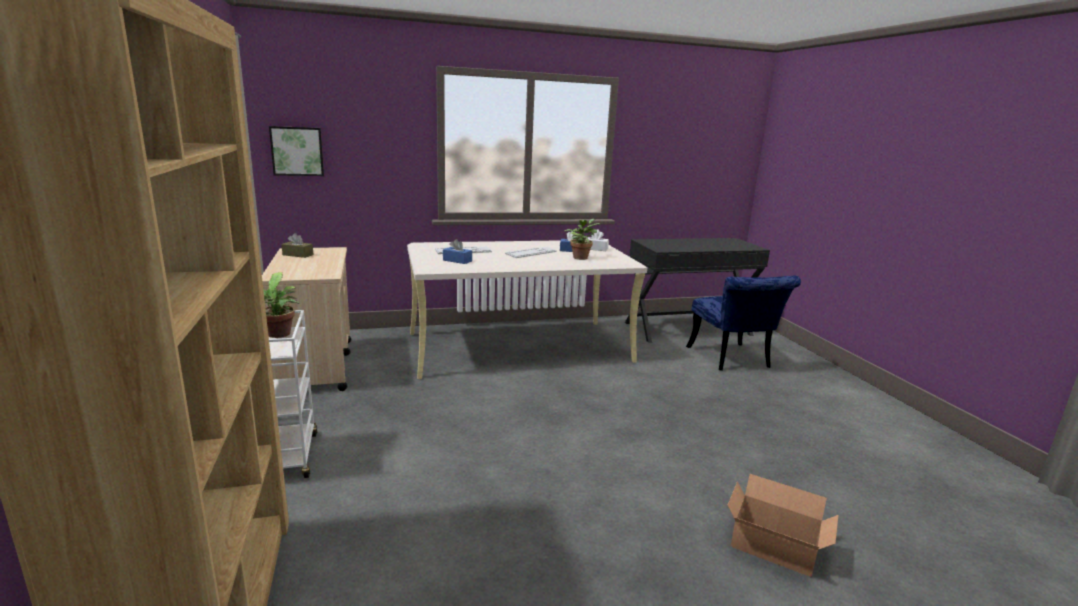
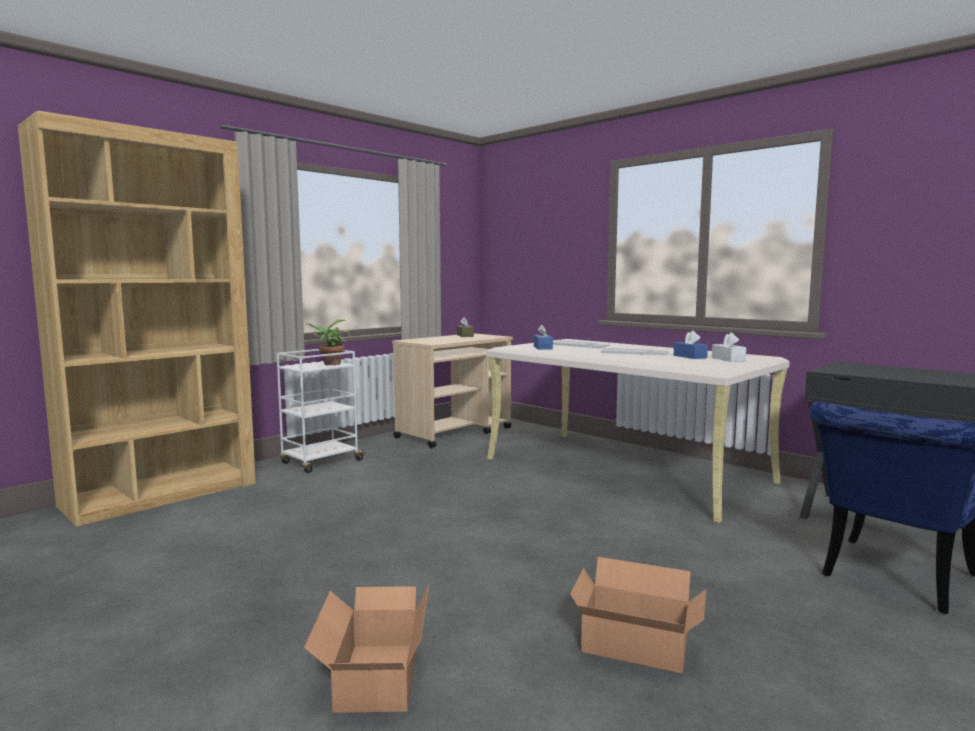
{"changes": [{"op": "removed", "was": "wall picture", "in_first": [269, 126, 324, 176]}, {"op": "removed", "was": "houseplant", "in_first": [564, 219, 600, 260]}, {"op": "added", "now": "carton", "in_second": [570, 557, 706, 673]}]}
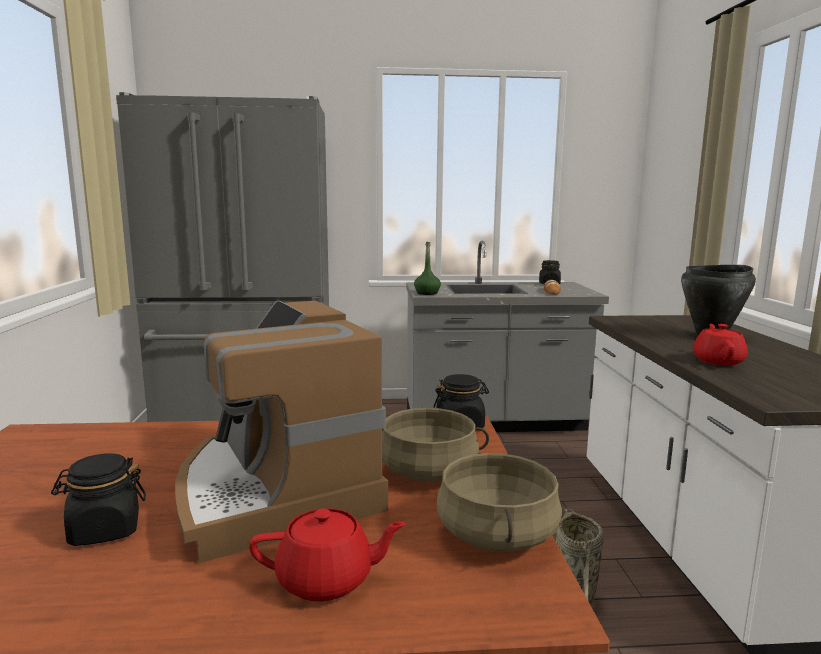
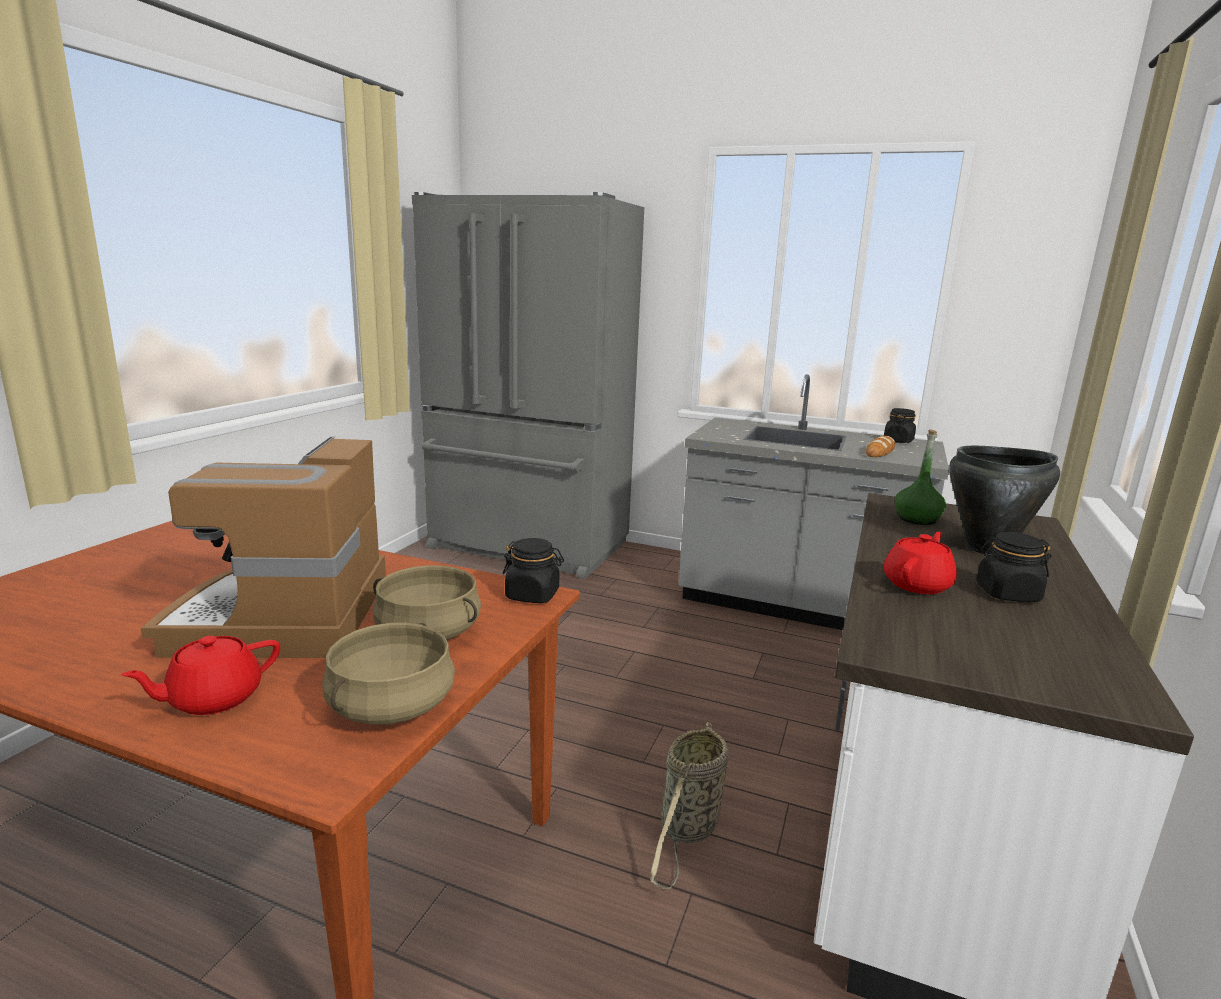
{"changes": [{"op": "moved", "was": "preserve jar/black-coloured", "in_first": [51, 453, 146, 546], "in_second": [976, 532, 1052, 602]}, {"op": "turned", "was": "tea pot/red", "in_first": [249, 508, 406, 601], "in_second": [121, 636, 280, 715], "clockwise": 120}, {"op": "moved", "was": "drink bottle/greenish", "in_first": [414, 242, 441, 295], "in_second": [895, 429, 946, 525]}]}
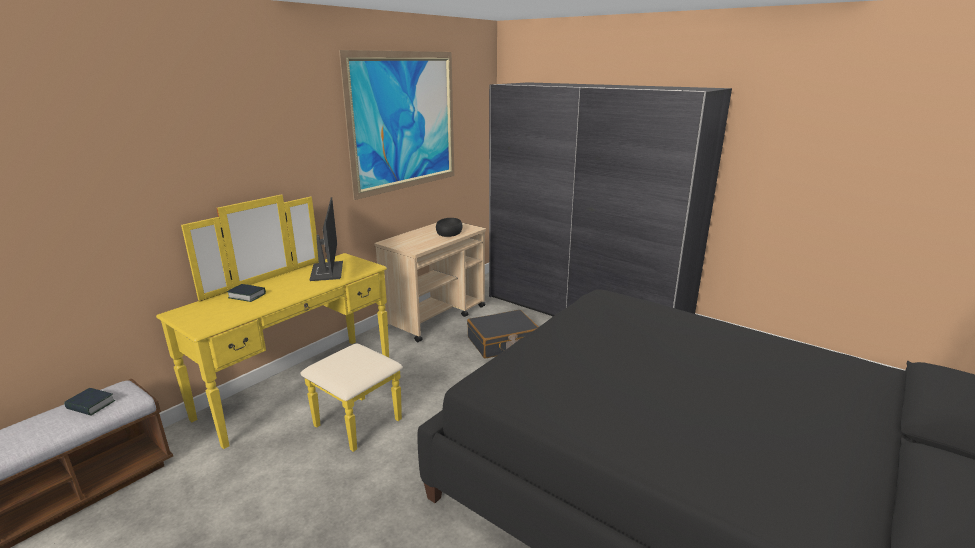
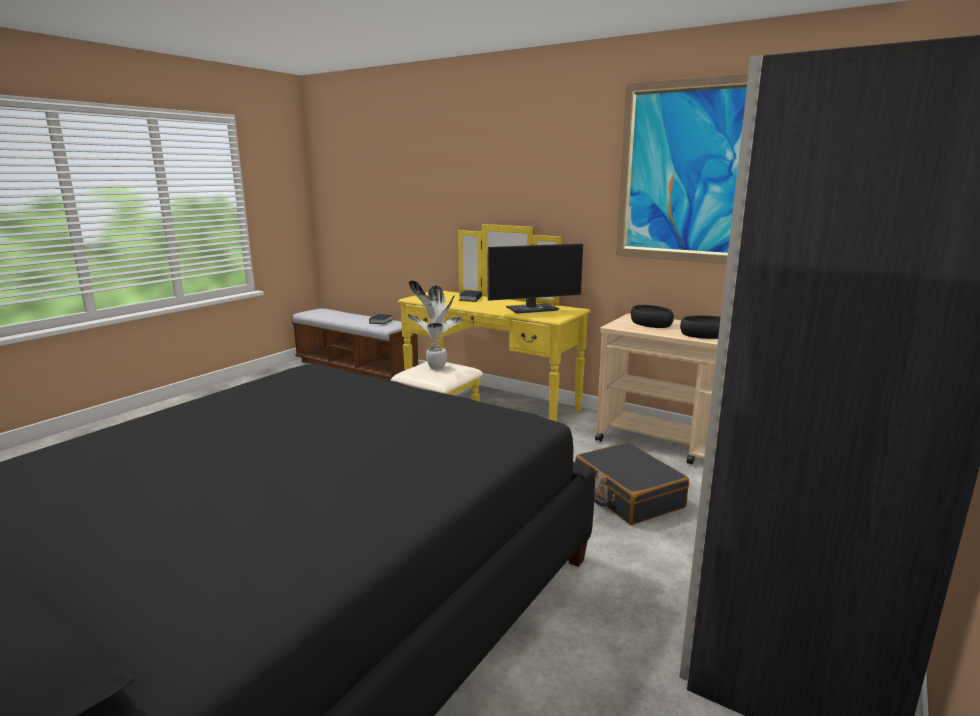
{"changes": [{"op": "added", "now": "houseplant", "in_second": [407, 280, 463, 370]}, {"op": "added", "now": "bowl/black-coloured", "in_second": [631, 305, 674, 328]}]}
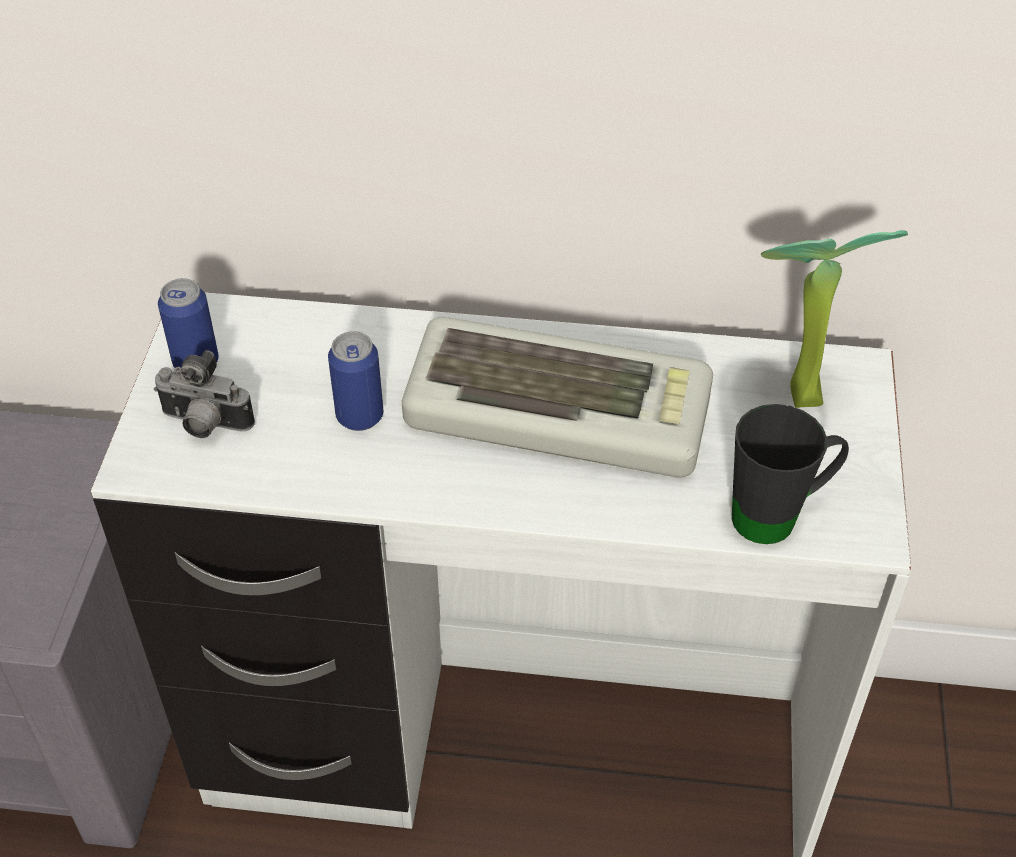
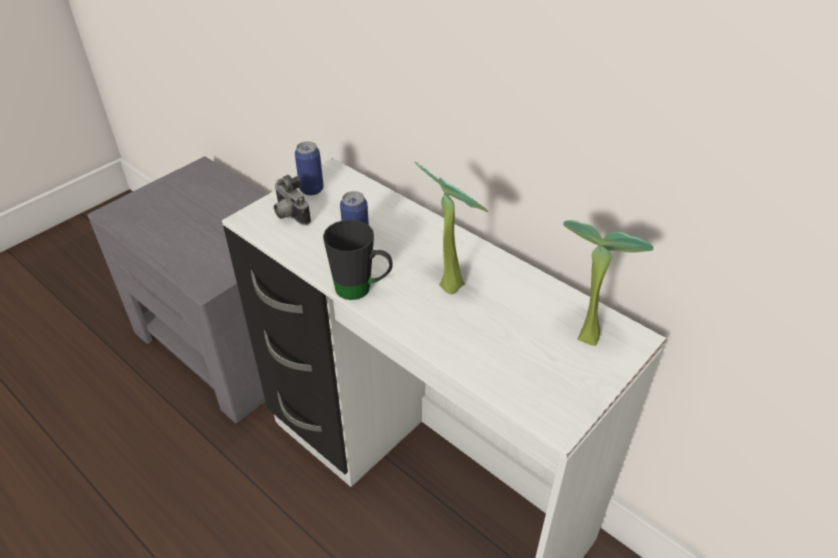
{"changes": [{"op": "replaced", "was": "PC keyboard", "now": "houseplant", "in_first": [402, 317, 713, 478], "in_second": [414, 161, 488, 294]}, {"op": "moved", "was": "coffee mug/black-coloured", "in_first": [732, 404, 849, 544], "in_second": [323, 220, 393, 300]}]}
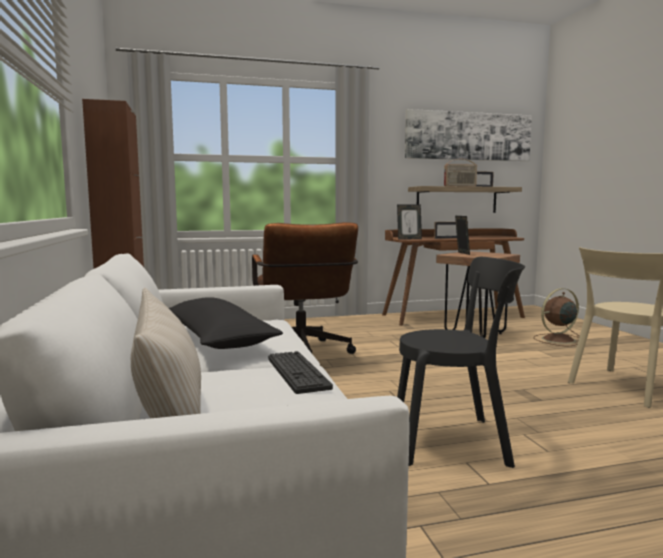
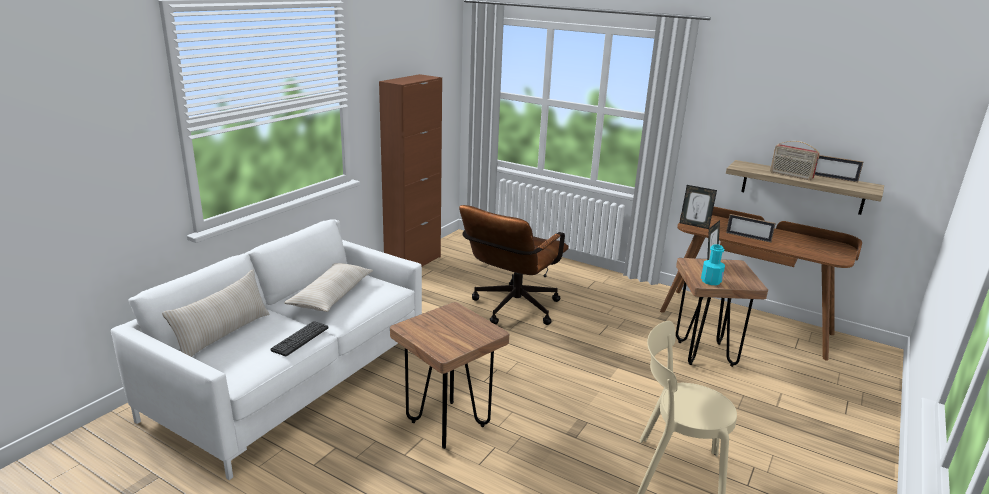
{"changes": [{"op": "recoloured", "was": "throw pillow/black-coloured", "now": "throw pillow/beige", "in_first": [169, 297, 283, 349], "in_second": [284, 263, 373, 312]}, {"op": "replaced", "was": "upright chair/black-coloured", "now": "stool seat/brown-coloured", "in_first": [397, 257, 525, 468], "in_second": [390, 302, 509, 449]}, {"op": "removed", "was": "wall picture", "in_first": [405, 109, 532, 161]}, {"op": "removed", "was": "electric fan/brown-coloured", "in_first": [533, 288, 580, 346]}, {"op": "added", "now": "drink bottle/turquoise-coloured", "in_second": [701, 244, 725, 285]}]}
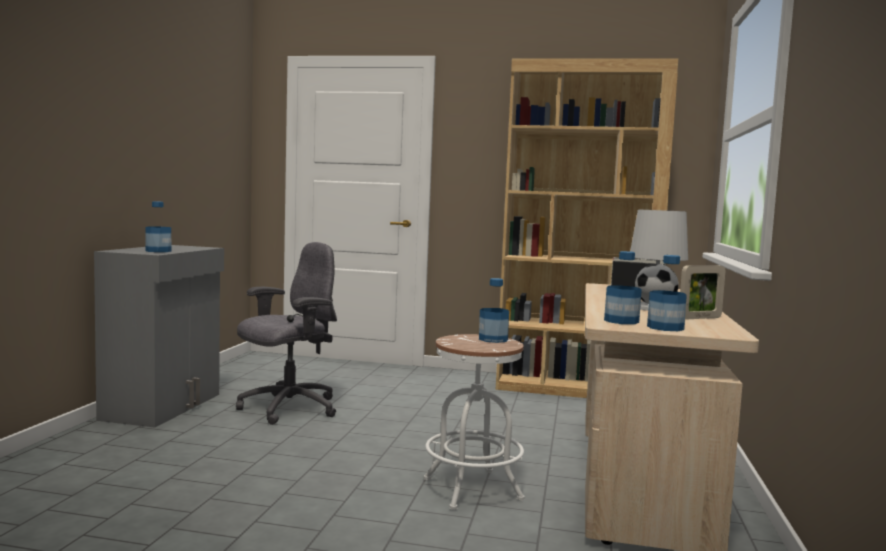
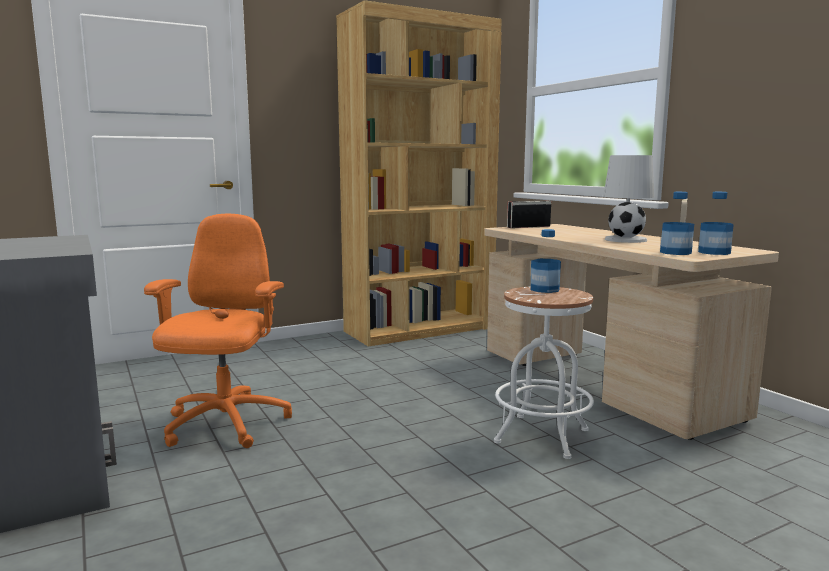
{"changes": [{"op": "removed", "was": "drink bottle", "in_first": [145, 201, 172, 252]}, {"op": "recoloured", "was": "office chair/greyish", "now": "office chair/orange-coloured", "in_first": [236, 242, 337, 425], "in_second": [144, 214, 292, 448]}]}
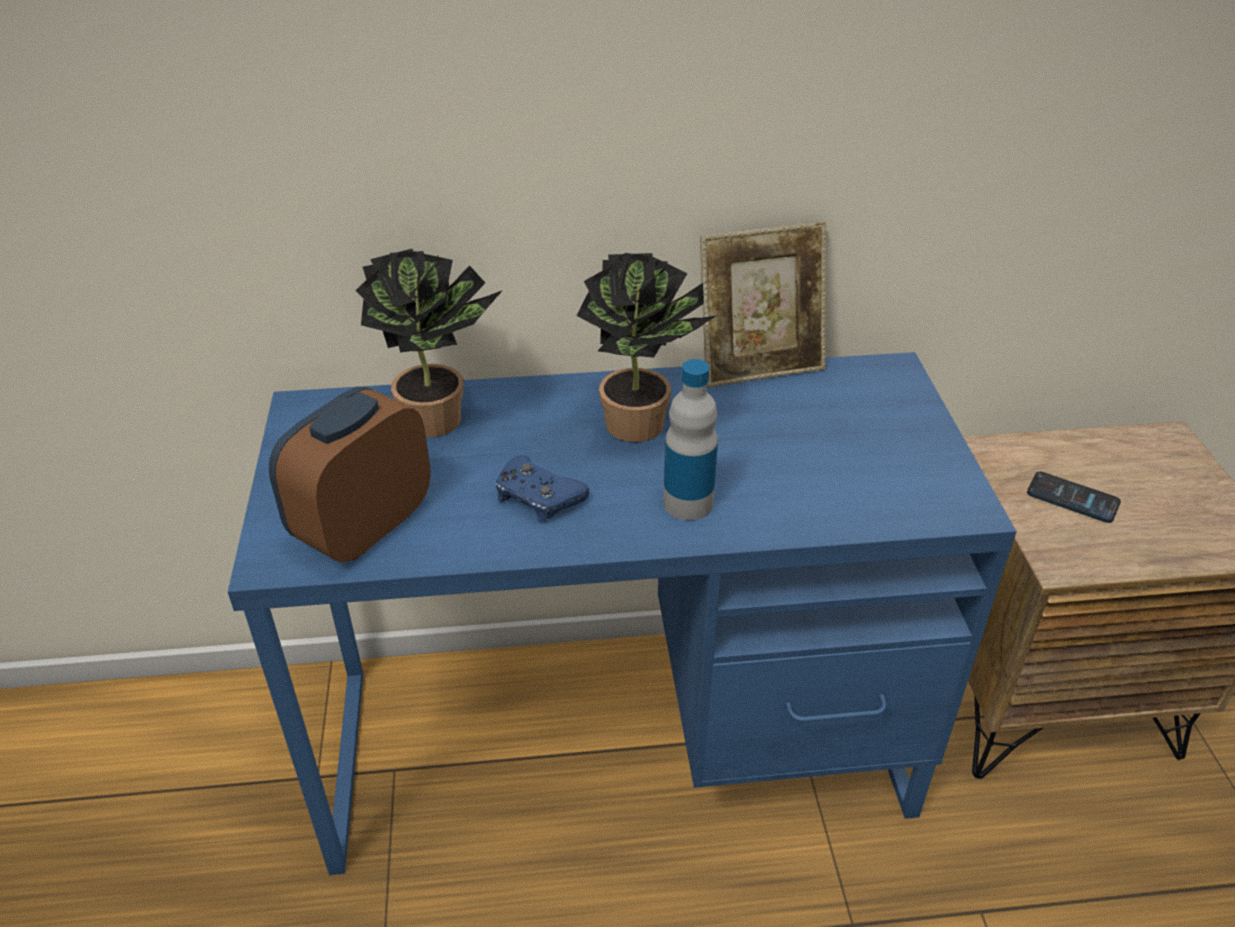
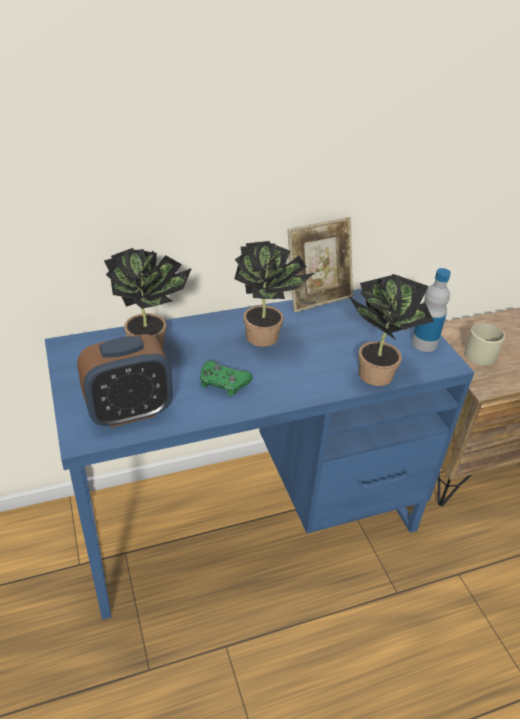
{"changes": [{"op": "turned", "was": "table clock", "in_first": [269, 387, 431, 562], "in_second": [77, 334, 173, 428], "clockwise": -135}, {"op": "recoloured", "was": "game controller/blue", "now": "game controller/greenish", "in_first": [496, 455, 589, 522], "in_second": [200, 361, 253, 397]}, {"op": "moved", "was": "drink bottle", "in_first": [663, 359, 718, 520], "in_second": [412, 268, 451, 352]}, {"op": "replaced", "was": "phone", "now": "coffee mug/beige", "in_first": [1027, 472, 1121, 523], "in_second": [464, 323, 505, 366]}, {"op": "added", "now": "houseplant", "in_second": [349, 274, 434, 386]}]}
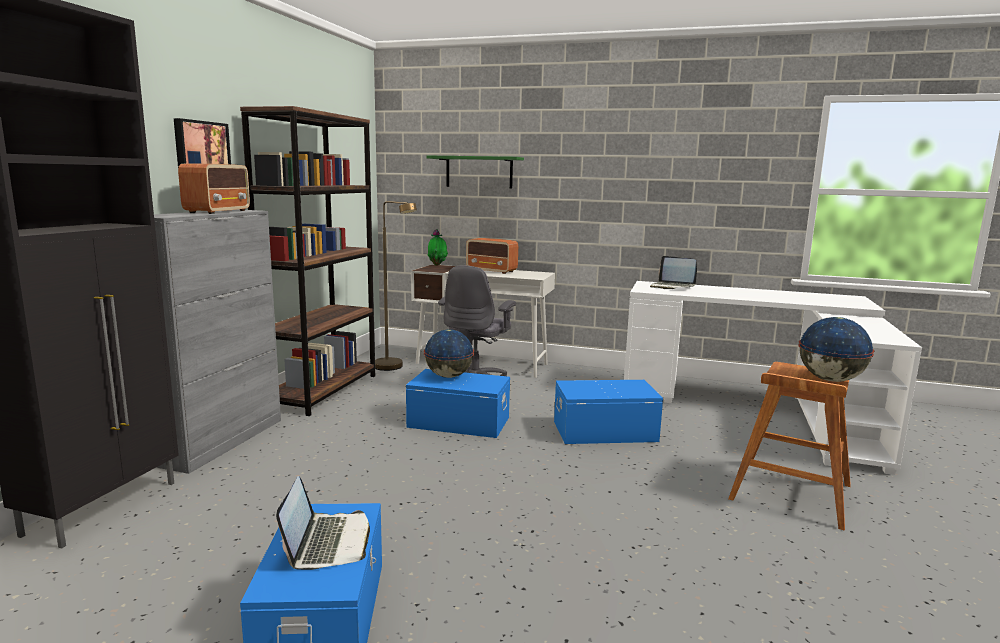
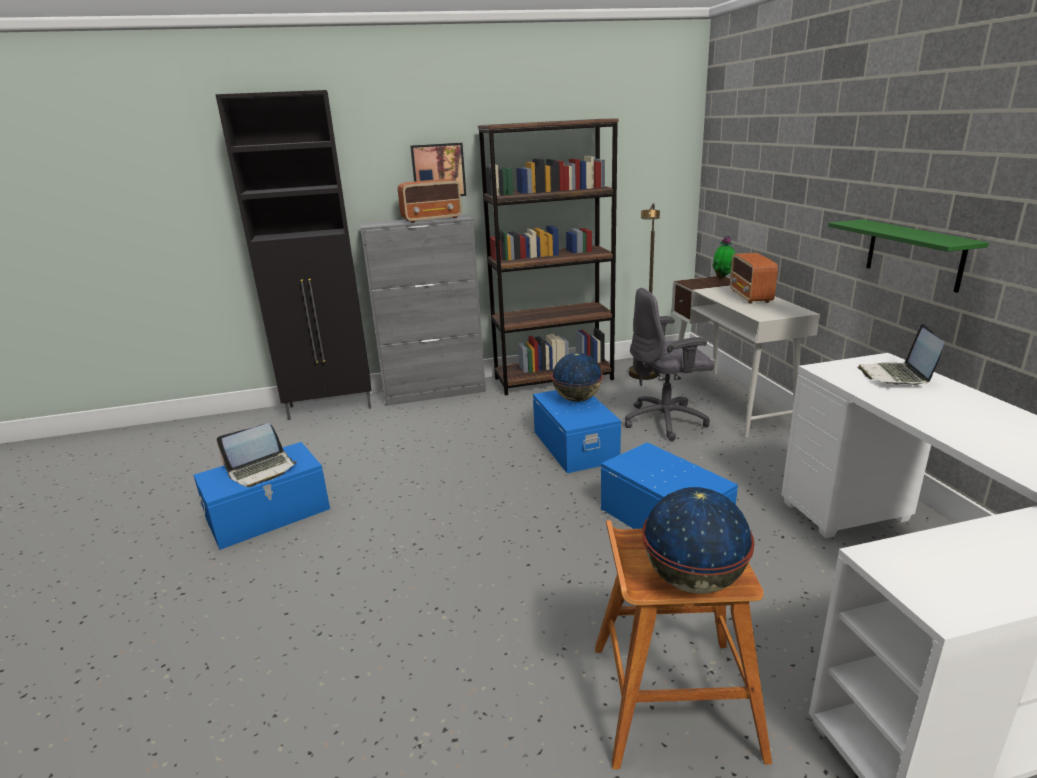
{"changes": [{"op": "moved", "was": "shelf/greenish", "in_first": [426, 156, 524, 189], "in_second": [828, 219, 989, 293]}]}
